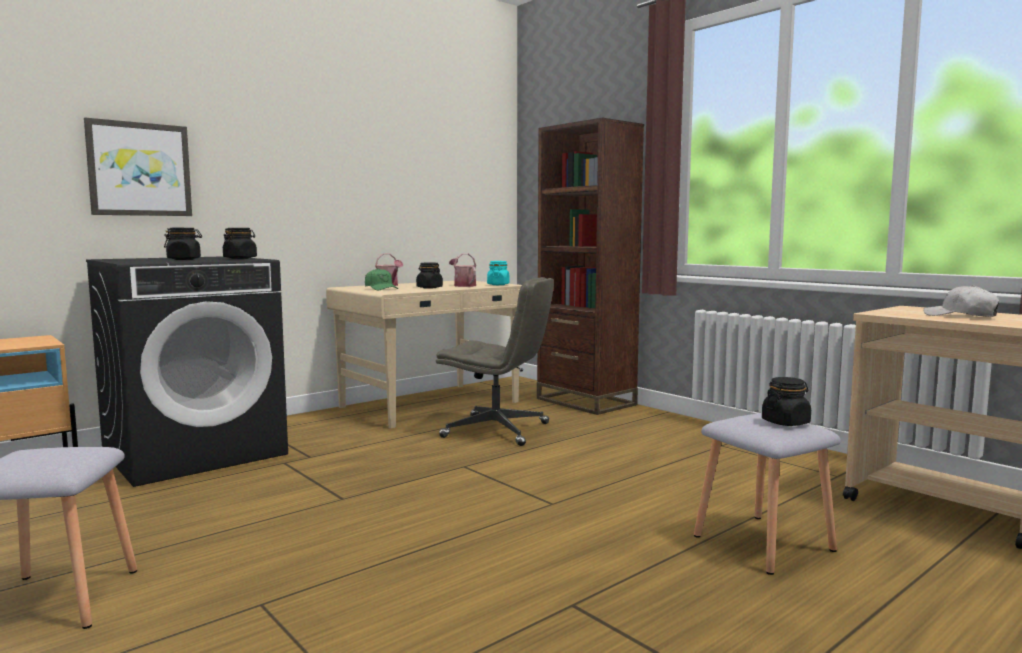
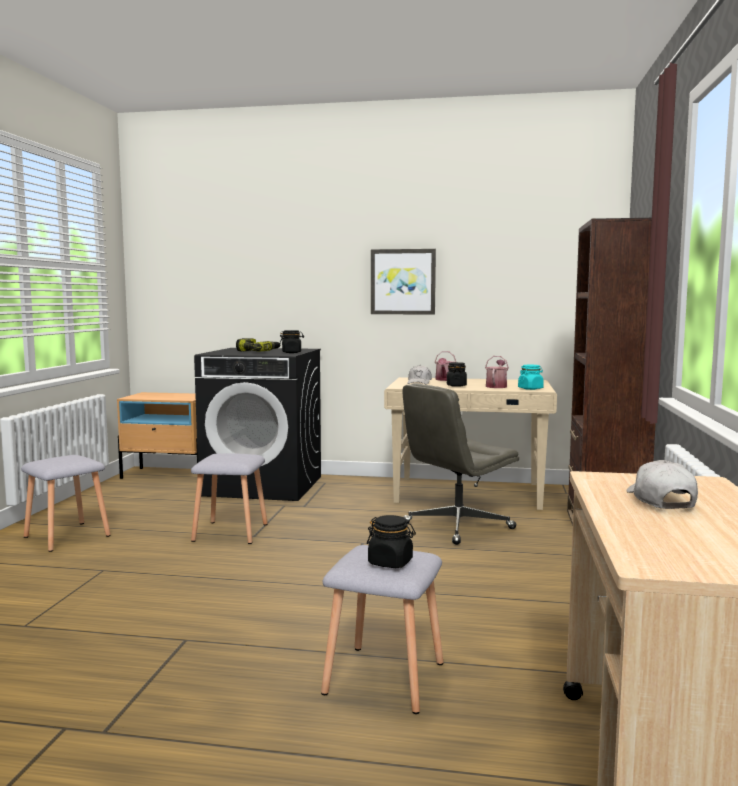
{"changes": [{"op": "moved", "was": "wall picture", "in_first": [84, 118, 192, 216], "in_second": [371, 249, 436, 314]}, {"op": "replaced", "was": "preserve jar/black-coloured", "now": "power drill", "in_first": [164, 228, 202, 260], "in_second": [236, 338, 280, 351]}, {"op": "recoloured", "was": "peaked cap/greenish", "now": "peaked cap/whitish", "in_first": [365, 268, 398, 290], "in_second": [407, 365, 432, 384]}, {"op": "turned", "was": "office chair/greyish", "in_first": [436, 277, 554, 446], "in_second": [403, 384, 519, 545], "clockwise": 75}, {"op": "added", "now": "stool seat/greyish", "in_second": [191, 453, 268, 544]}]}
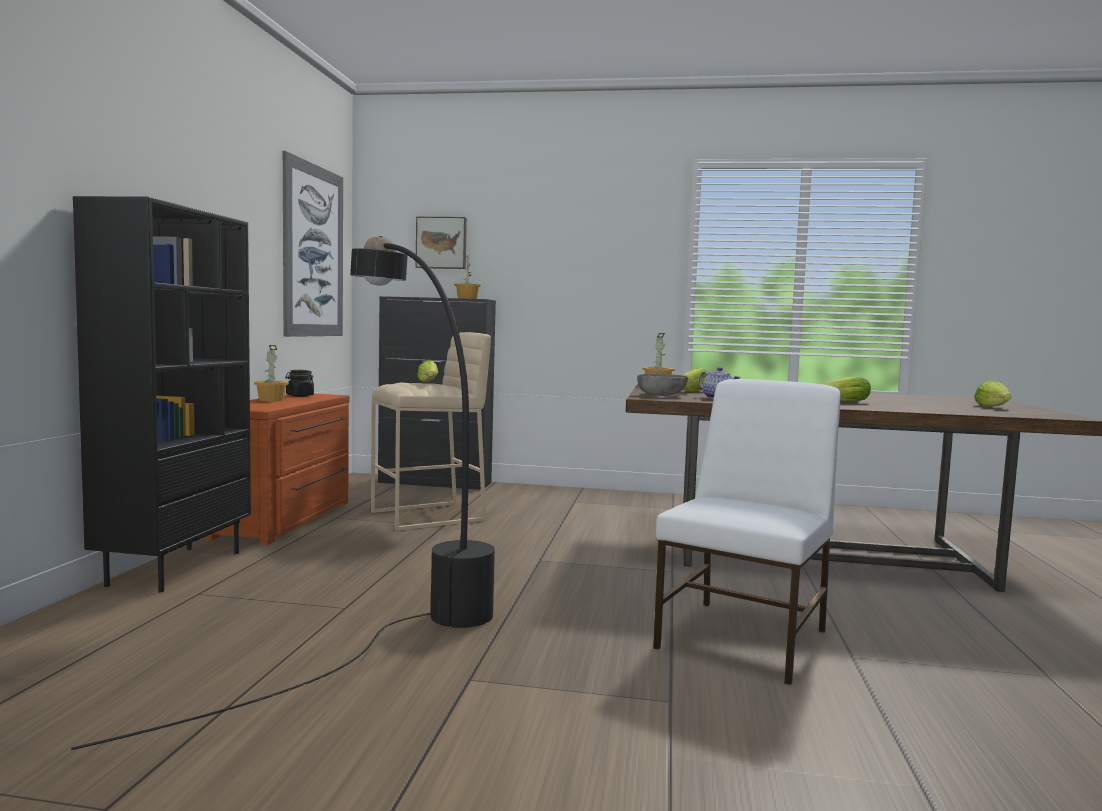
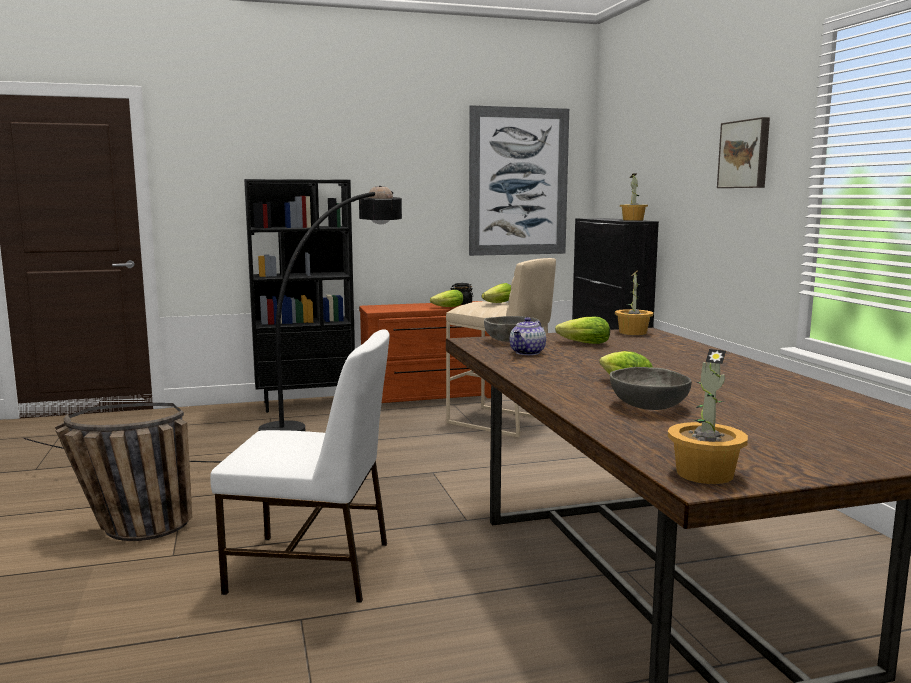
{"changes": [{"op": "moved", "was": "houseplant", "in_first": [254, 345, 289, 401], "in_second": [668, 349, 748, 484]}, {"op": "moved", "was": "wall picture", "in_first": [416, 217, 467, 269], "in_second": [717, 117, 770, 188]}, {"op": "moved", "was": "lettuce", "in_first": [974, 380, 1011, 407], "in_second": [430, 290, 463, 307]}, {"op": "added", "now": "basket", "in_second": [55, 403, 192, 541]}, {"op": "added", "now": "bowl/greyish", "in_second": [610, 367, 692, 410]}]}
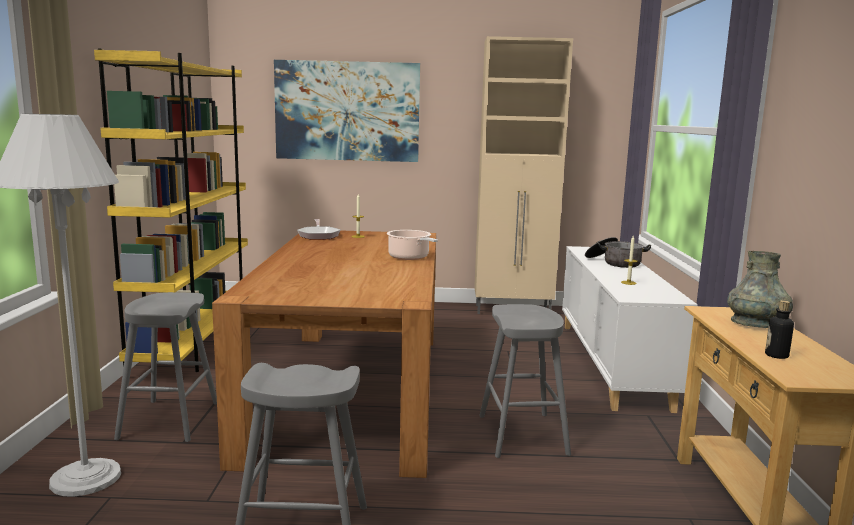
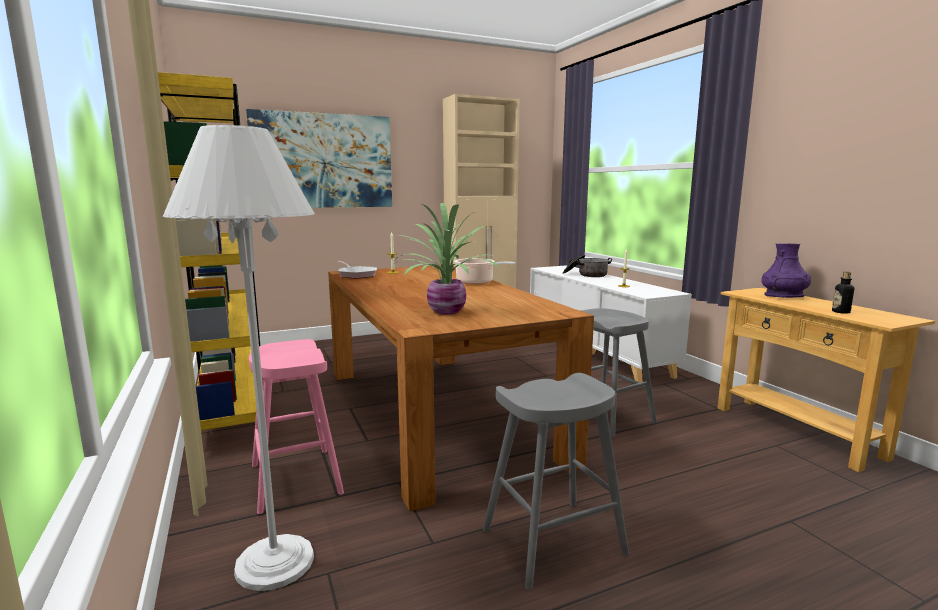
{"changes": [{"op": "recoloured", "was": "stool seat/greyish", "now": "stool seat/pinkish", "in_first": [114, 292, 217, 442], "in_second": [249, 339, 344, 514]}, {"op": "recoloured", "was": "vase/greyish", "now": "vase/purplish", "in_first": [727, 251, 793, 328], "in_second": [761, 243, 811, 298]}, {"op": "added", "now": "houseplant", "in_second": [392, 203, 502, 315]}]}
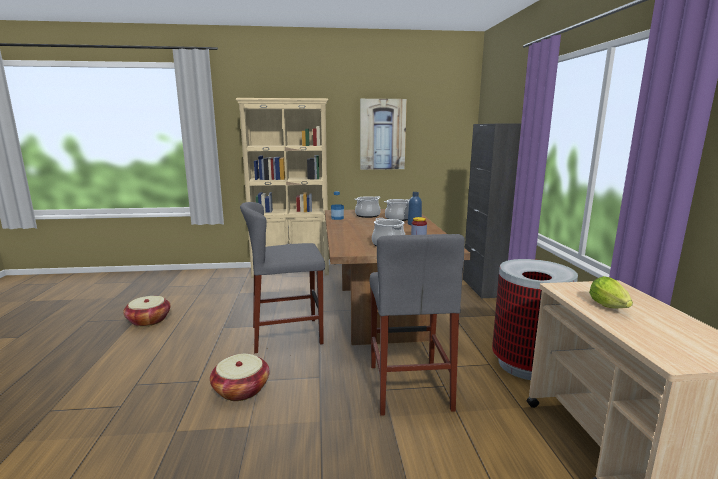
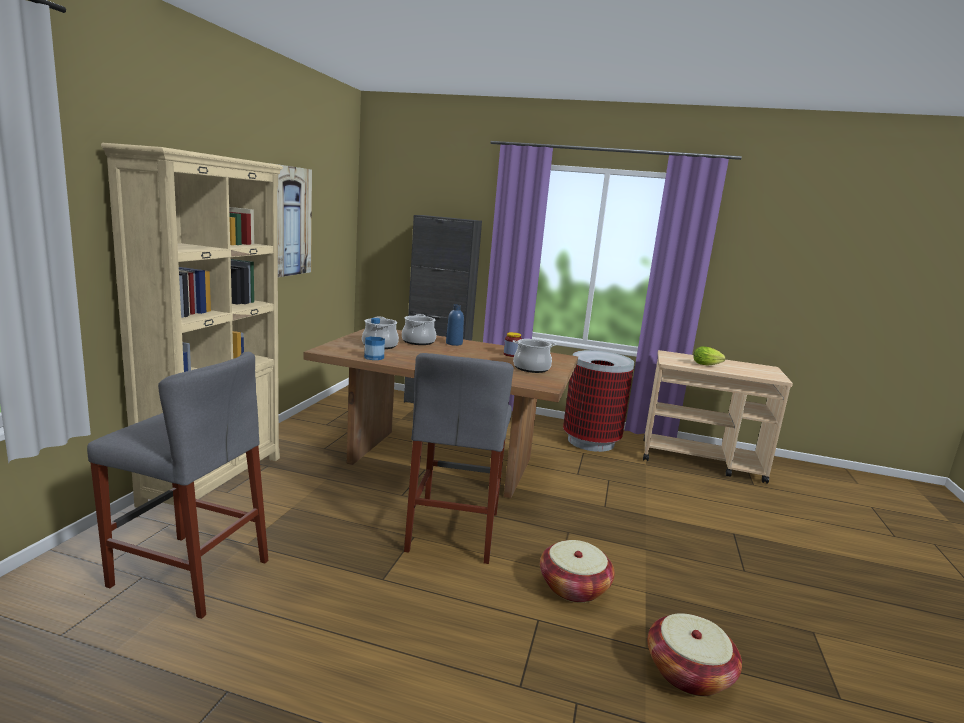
{"changes": [{"op": "moved", "was": "basket", "in_first": [123, 296, 170, 327], "in_second": [648, 613, 742, 696]}, {"op": "moved", "was": "stool seat/greyish", "in_first": [370, 234, 465, 416], "in_second": [87, 352, 268, 619]}]}
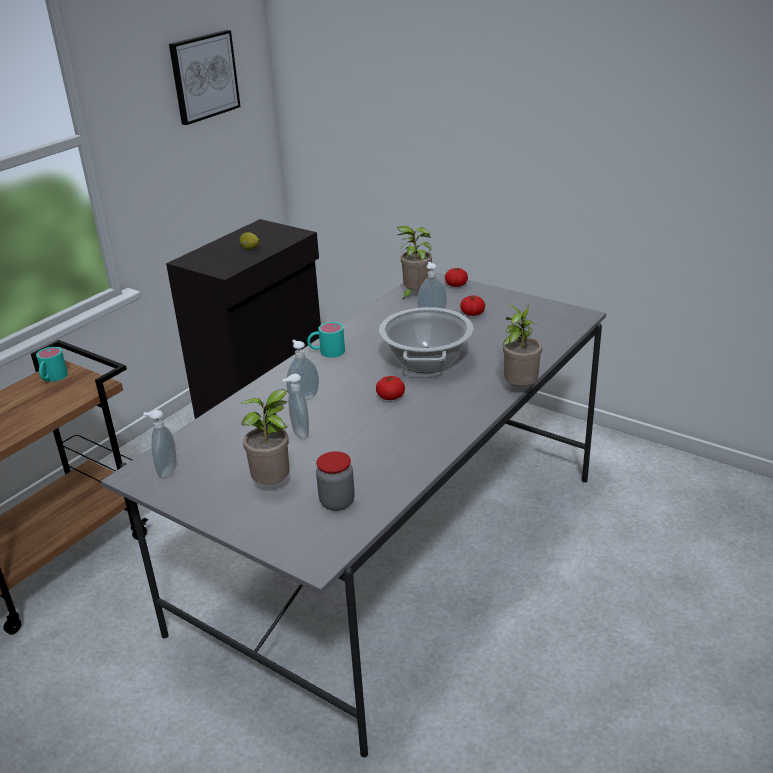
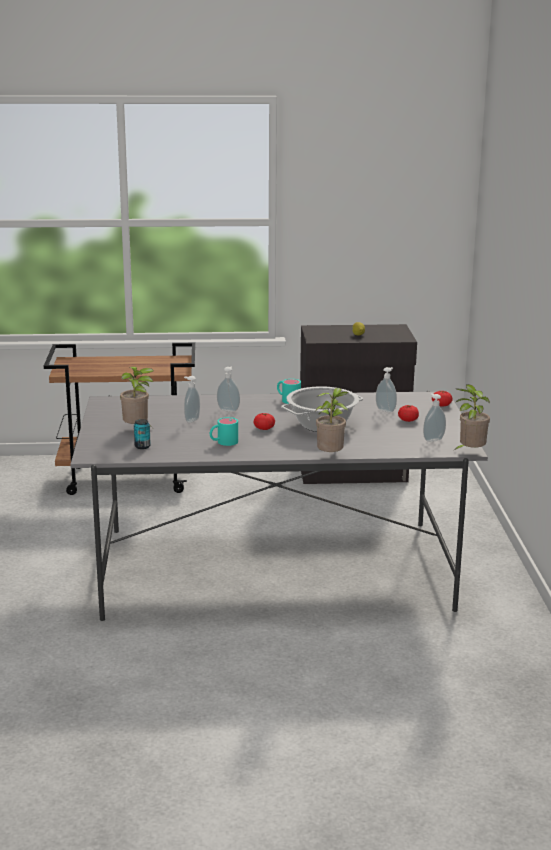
{"changes": [{"op": "moved", "was": "coffee mug/turquoise-coloured", "in_first": [36, 347, 68, 382], "in_second": [210, 417, 238, 446]}, {"op": "moved", "was": "liquid soap bottle", "in_first": [143, 410, 177, 479], "in_second": [423, 394, 446, 442]}, {"op": "removed", "was": "wall picture", "in_first": [169, 30, 241, 125]}, {"op": "replaced", "was": "preserve jar", "now": "sealed can", "in_first": [316, 451, 355, 511], "in_second": [134, 419, 151, 449]}, {"op": "moved", "was": "houseplant", "in_first": [397, 226, 432, 300], "in_second": [453, 384, 490, 451]}]}
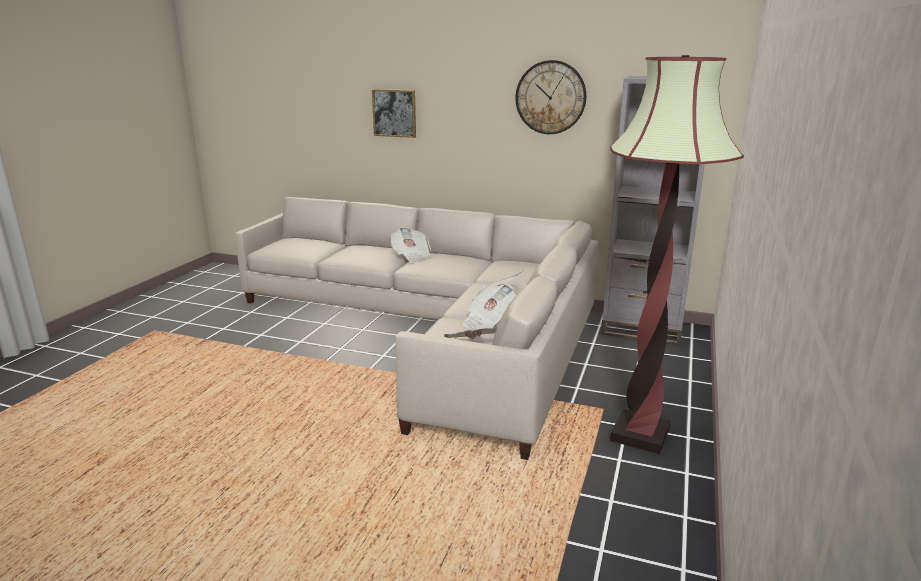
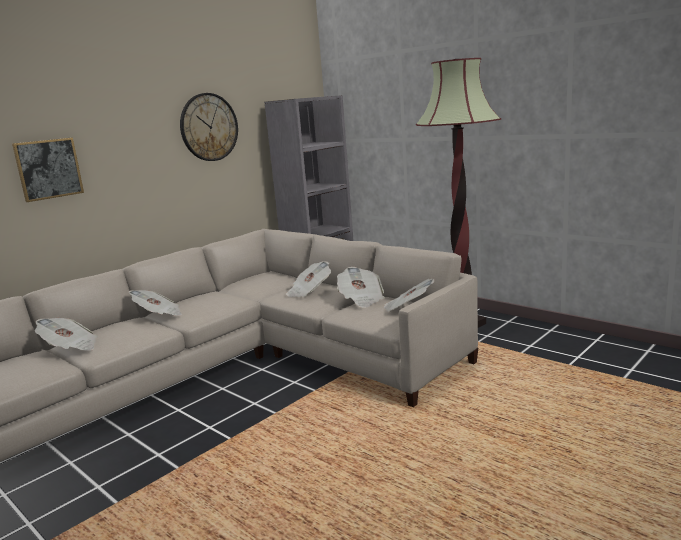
{"changes": [{"op": "added", "now": "newspaper", "in_second": [35, 318, 98, 351]}]}
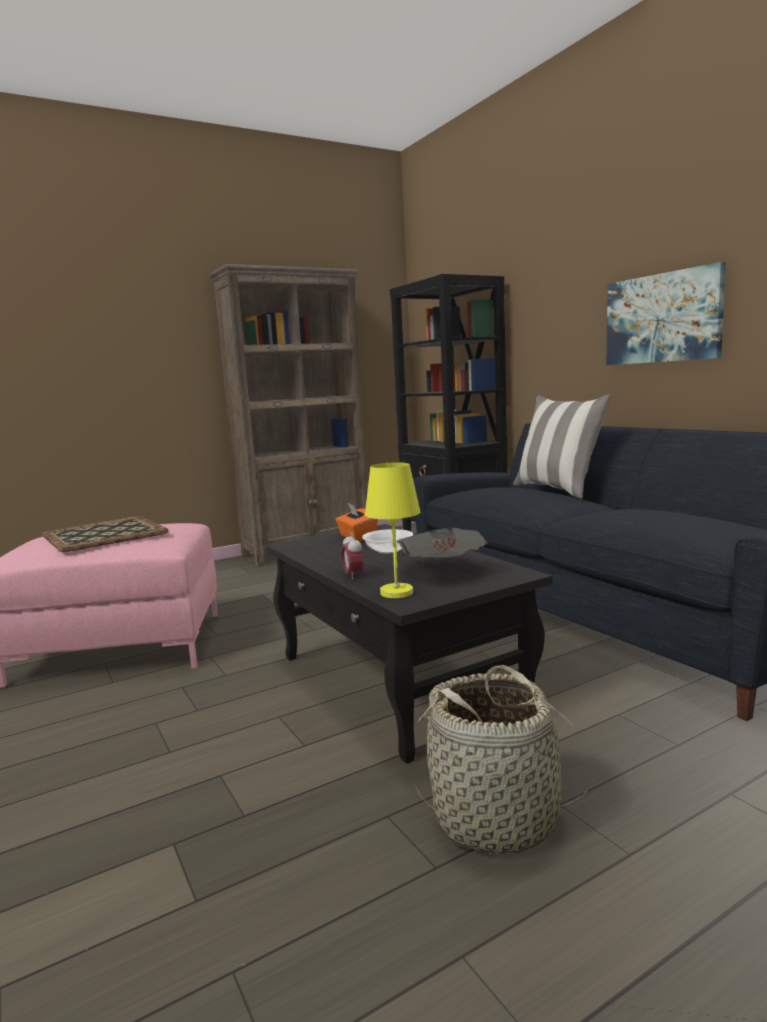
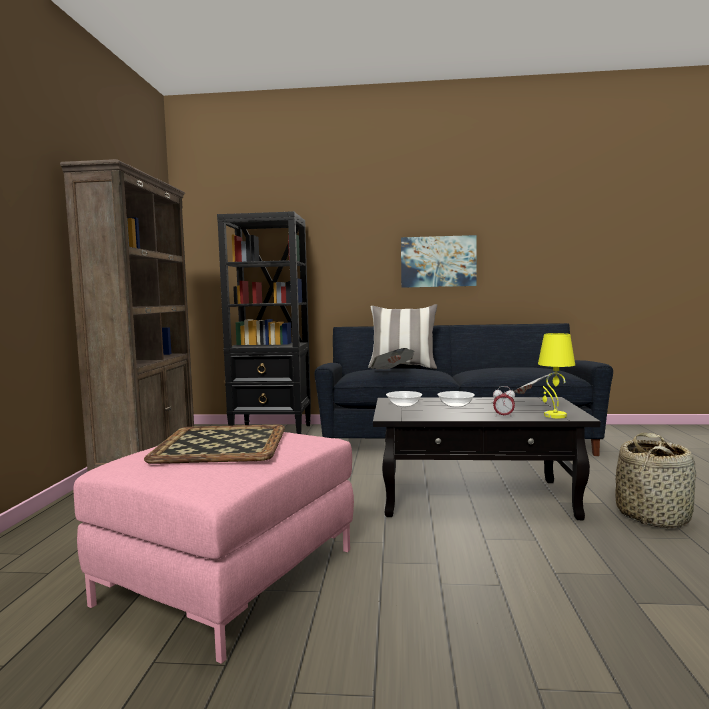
{"changes": [{"op": "replaced", "was": "tissue box/orange-coloured", "now": "bowl", "in_first": [336, 502, 378, 541], "in_second": [386, 391, 422, 407]}, {"op": "added", "now": "newspaper", "in_second": [371, 348, 414, 369]}]}
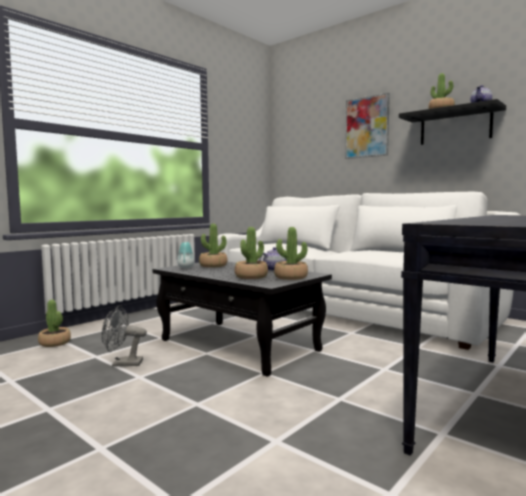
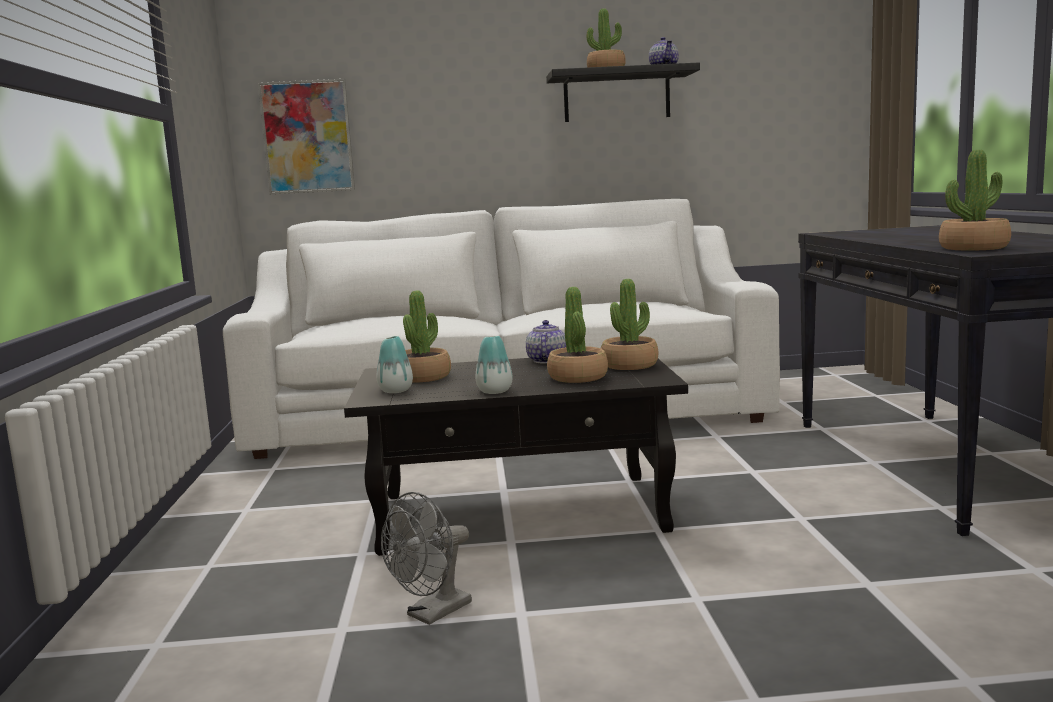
{"changes": [{"op": "moved", "was": "houseplant", "in_first": [38, 299, 71, 347], "in_second": [939, 150, 1011, 251]}, {"op": "moved", "was": "wall picture", "in_first": [345, 93, 390, 159], "in_second": [258, 79, 355, 194]}, {"op": "added", "now": "vase", "in_second": [476, 336, 513, 394]}]}
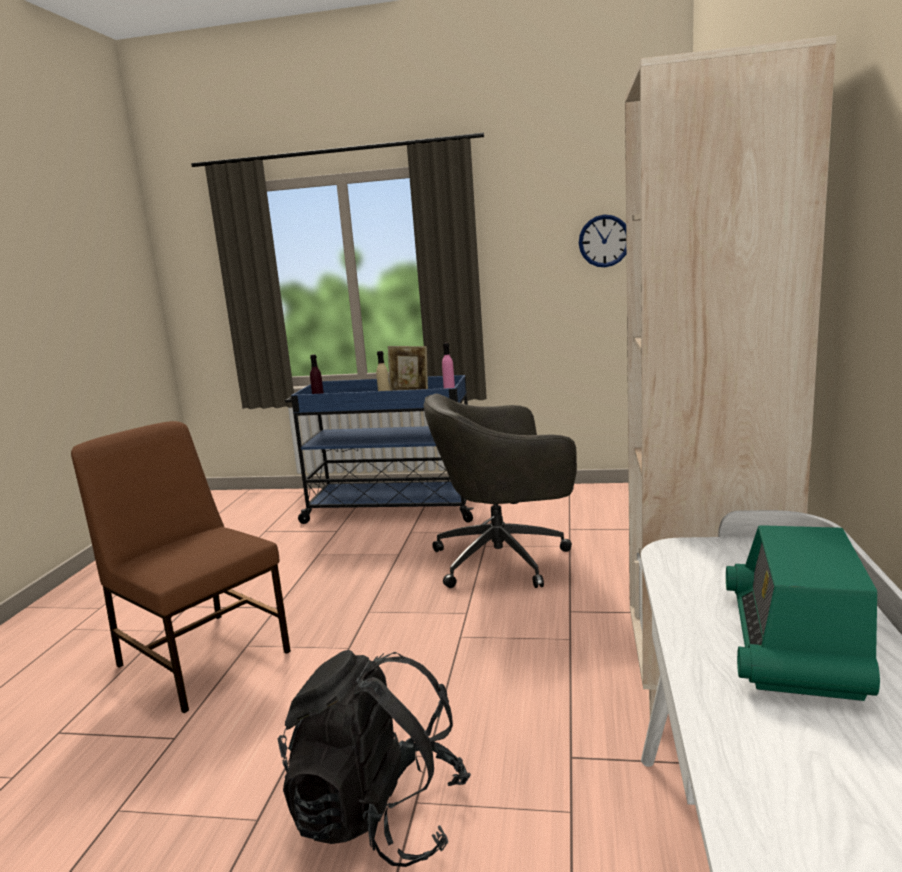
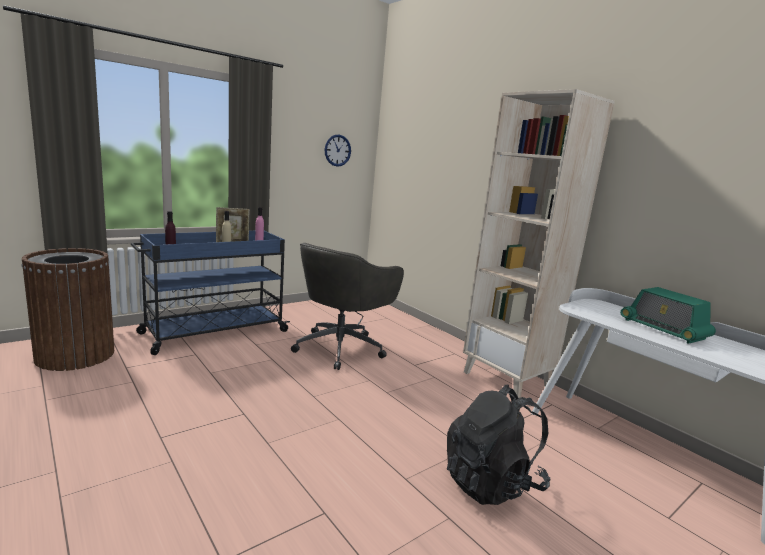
{"changes": [{"op": "removed", "was": "upright chair/brown-coloured", "in_first": [71, 421, 291, 713]}, {"op": "added", "now": "rubbish bin/brown-coloured", "in_second": [21, 248, 114, 371]}]}
